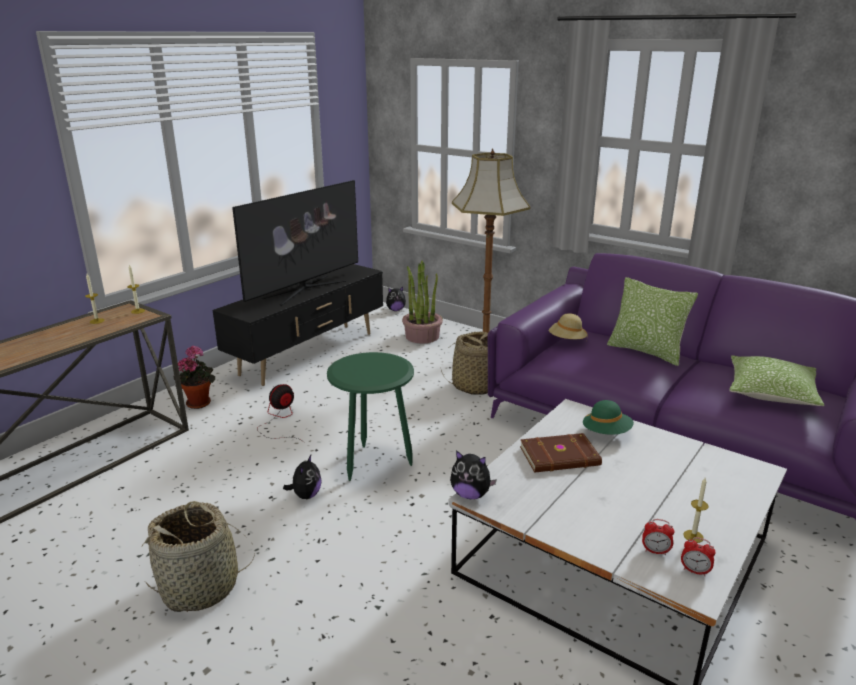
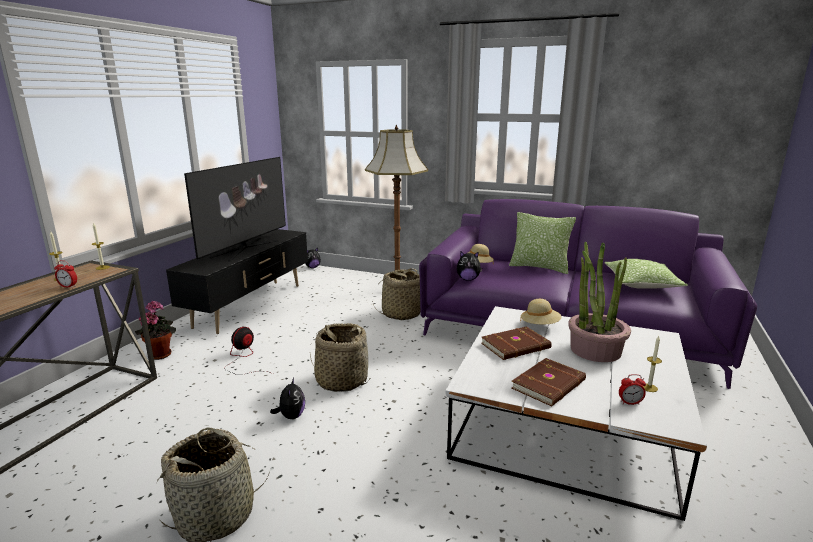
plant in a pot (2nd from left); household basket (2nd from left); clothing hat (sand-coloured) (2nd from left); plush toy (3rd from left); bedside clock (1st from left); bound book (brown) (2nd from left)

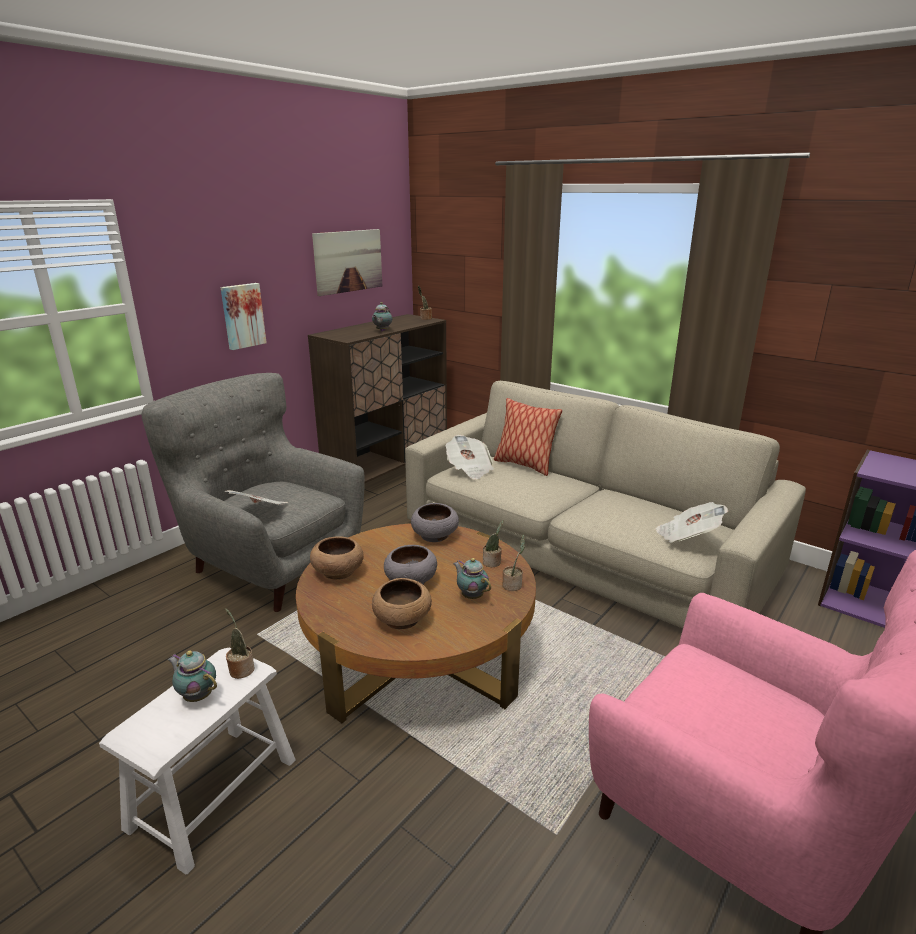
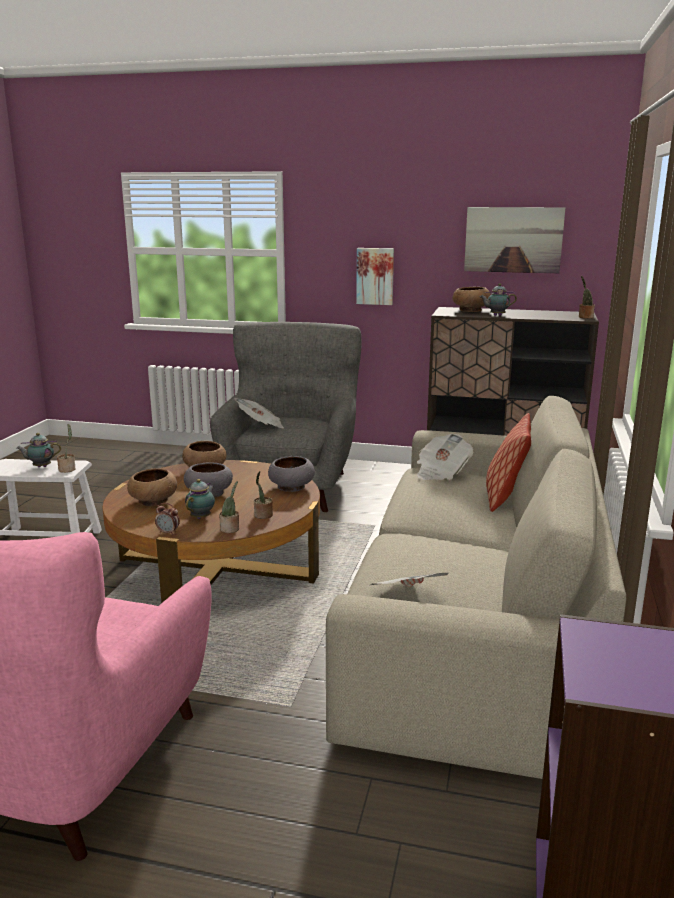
tea pot (1st from left); bowl (brown) (3rd from left); bedside clock

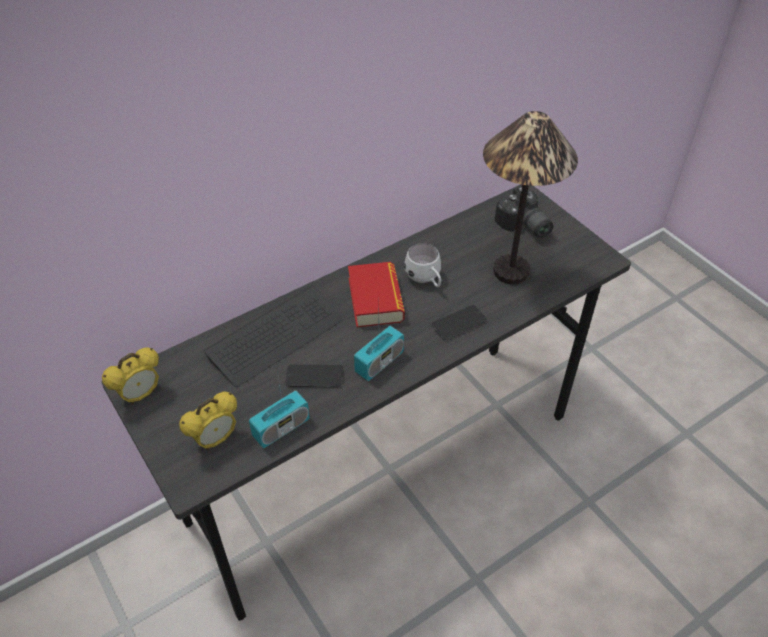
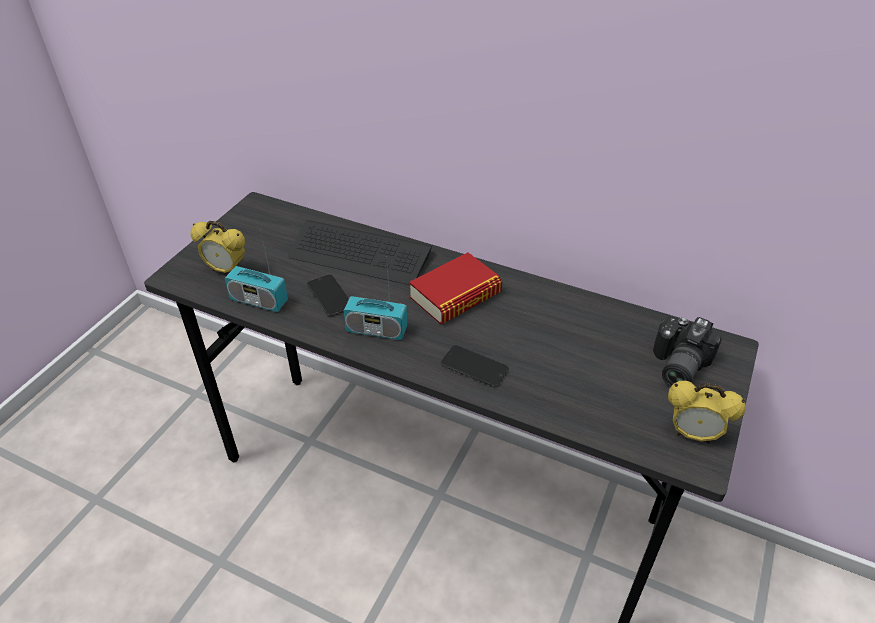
table lamp; tea mug (white); bedside clock (2nd from left)

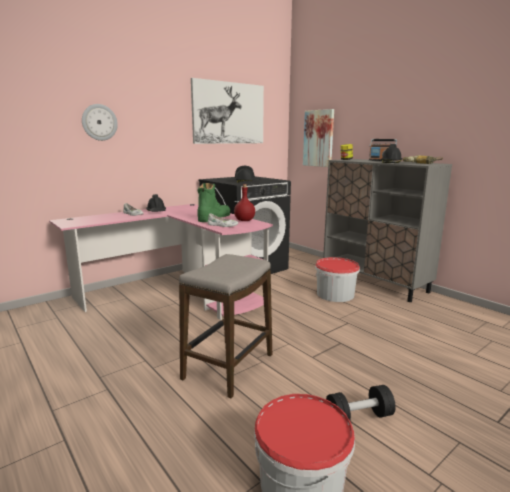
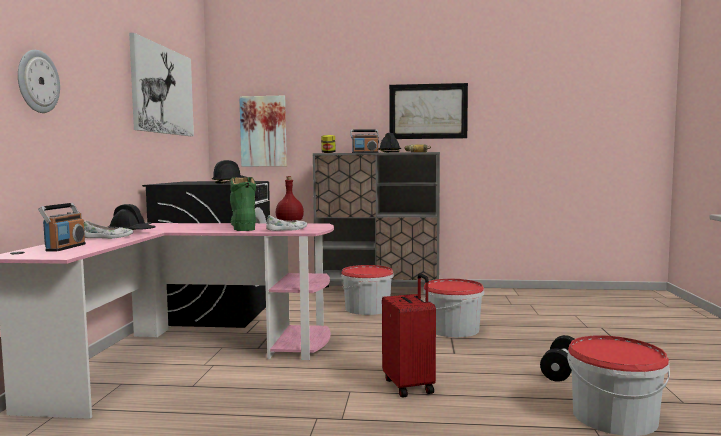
piece of luggage (reddish); picture (3rd from left); radio receiver (1st from left); water bucket (2nd from left)

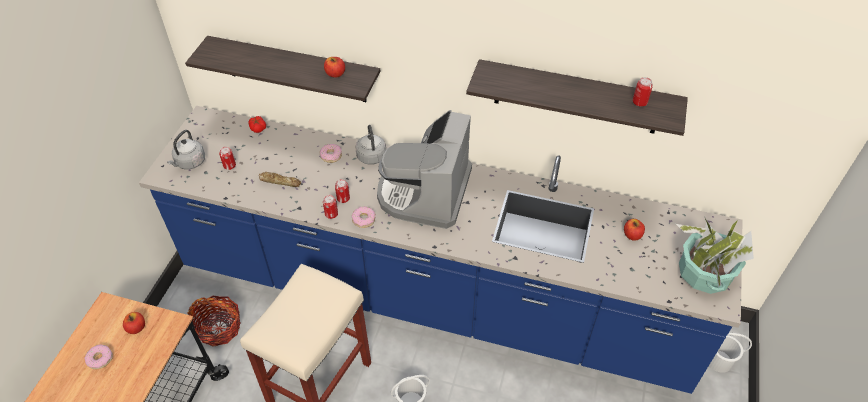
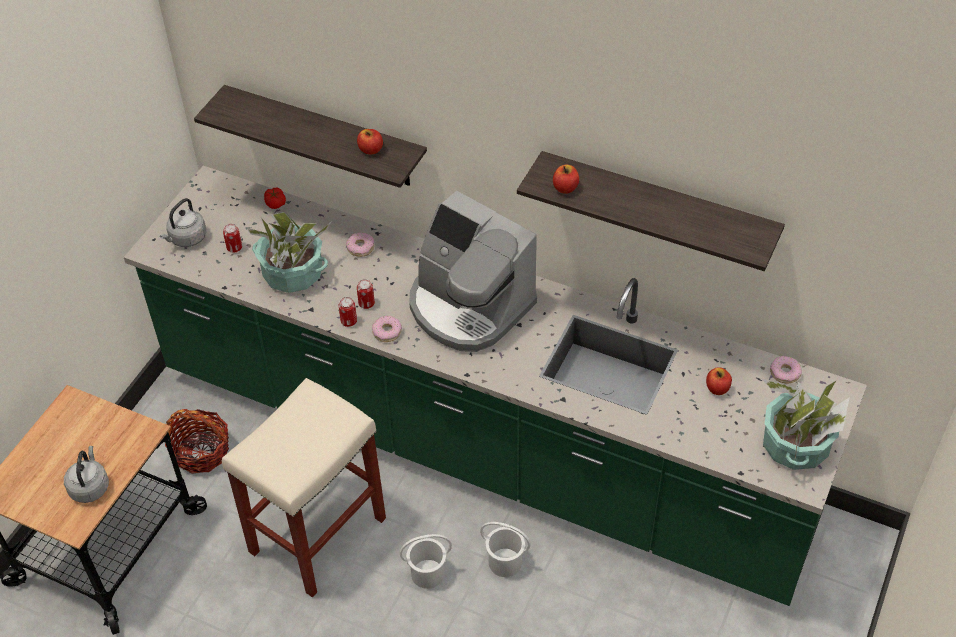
sealed can (4th from left in the first image); counter (greenish); coffee maker; kettle (greyish) (1st from left); plant in a pot (1st from left); apple fruit (2nd from left); water bucket (white) (2nd from left); donut (3rd from left)

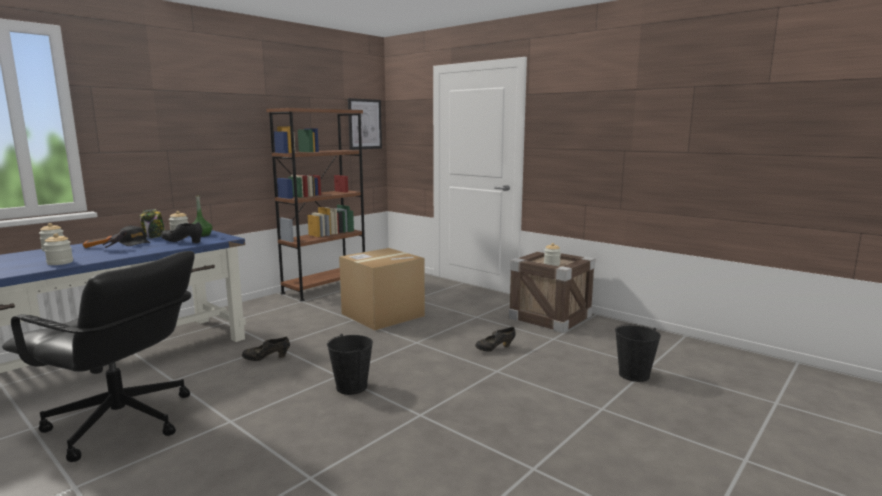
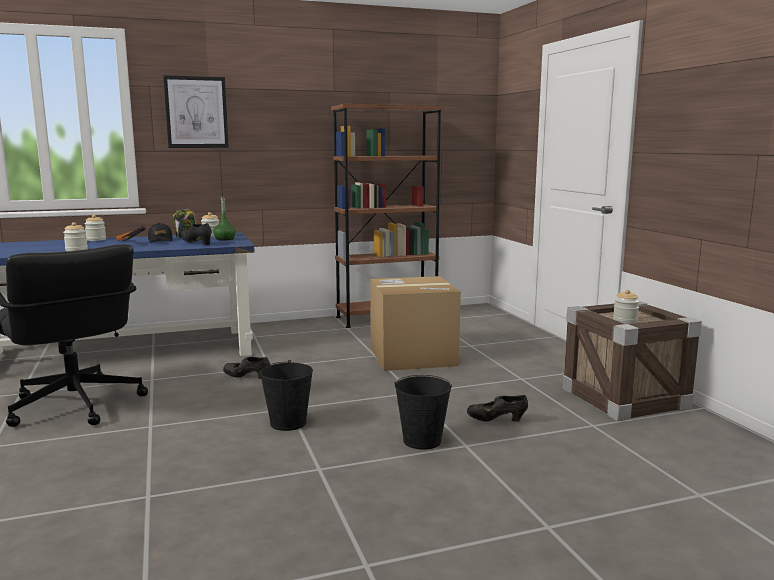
picture; water bucket (black) (2nd from left)

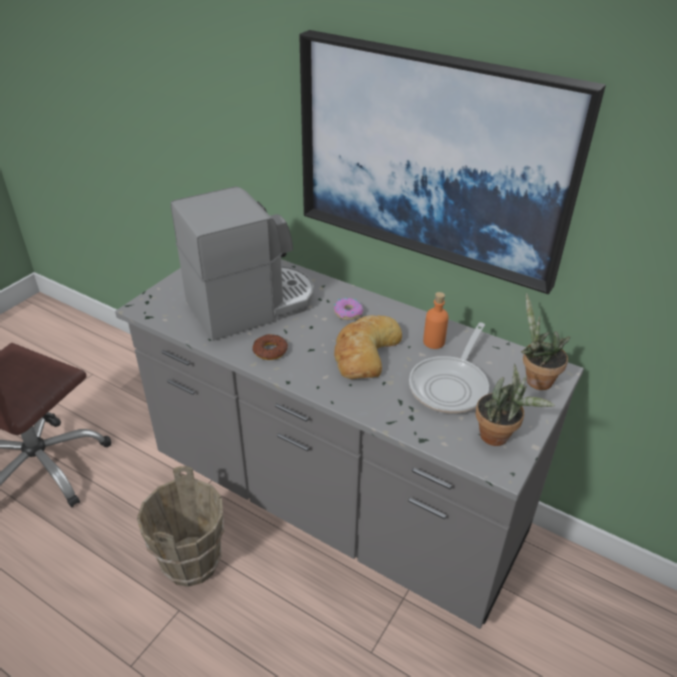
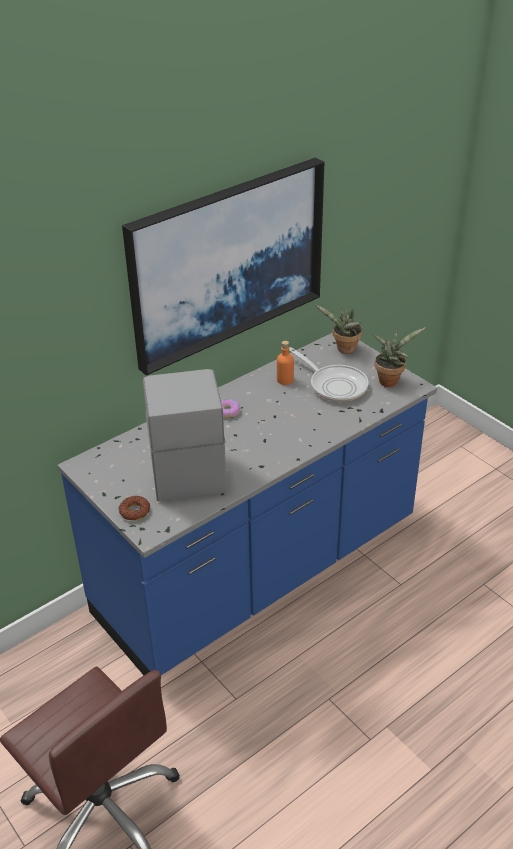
counter (blue); bakery bread; donut (1st from left); water bucket (brown)

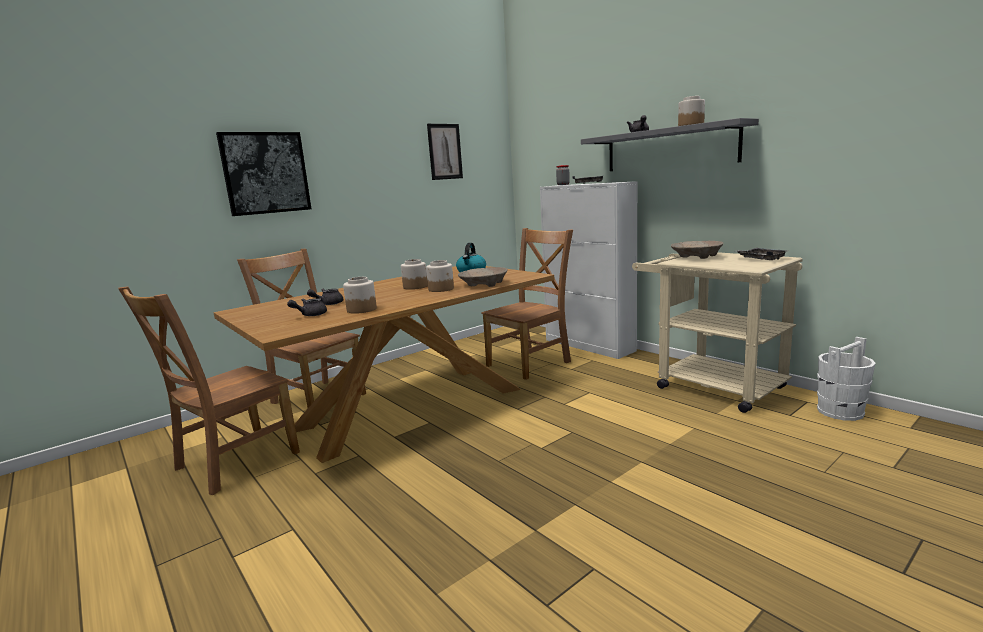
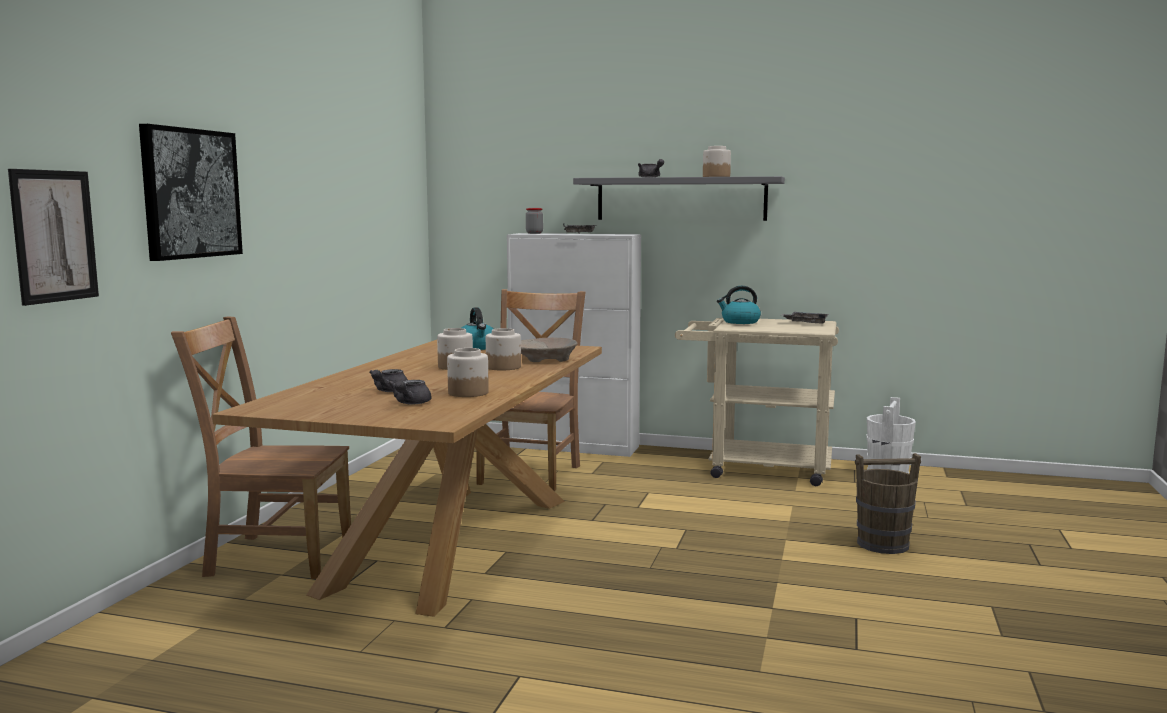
picture (1st from left); kettle (2nd from left); upright chair (brown) (1st from left in the first image); water bucket (brown)

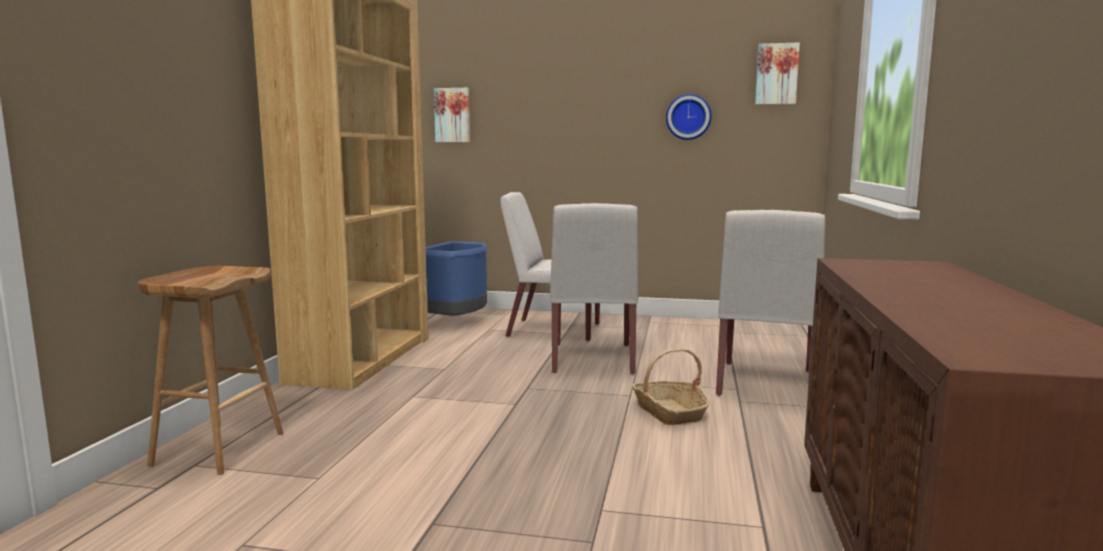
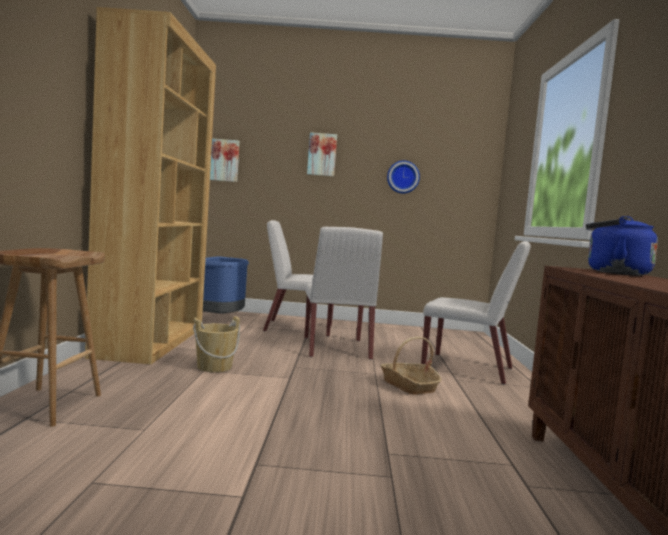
picture (2nd from left); upright chair (white) (3rd from left); kettle (blue); water bucket (sand-coloured)

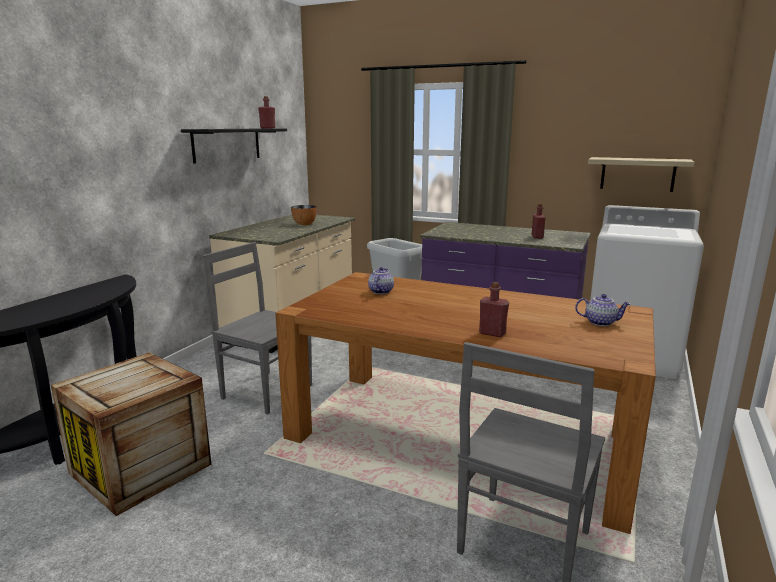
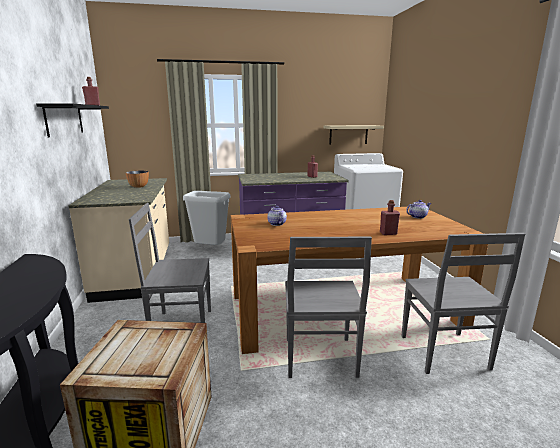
upright chair (greyish) (2nd from left)

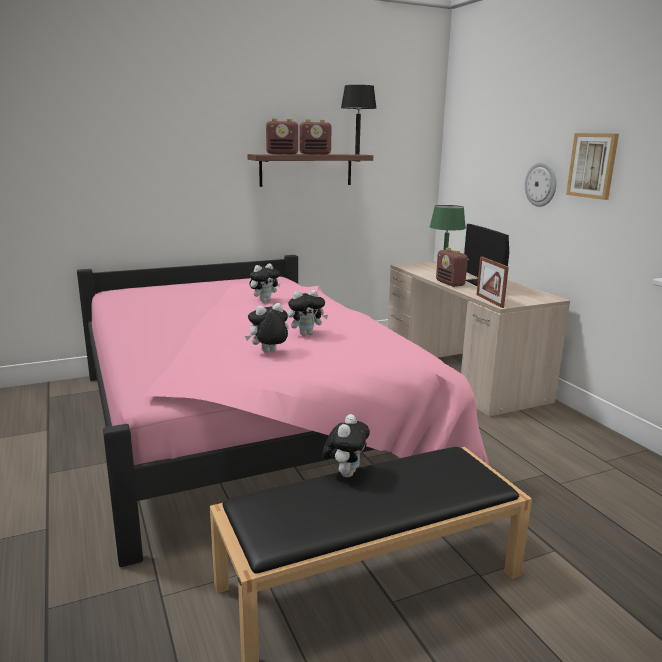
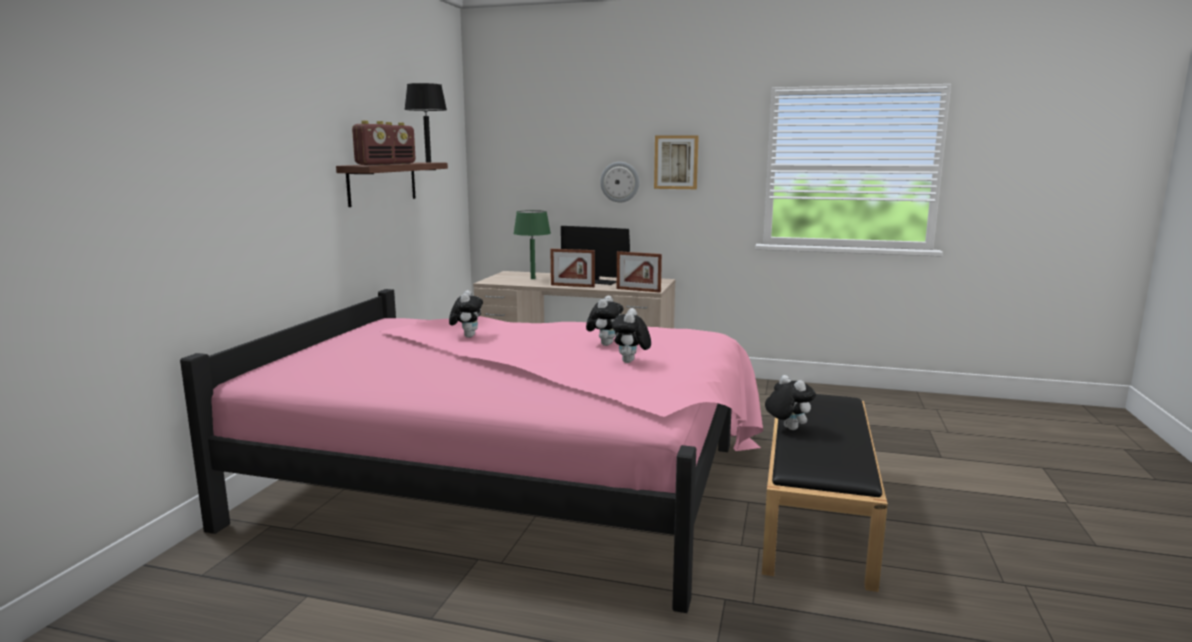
standing frame (1st from left)

